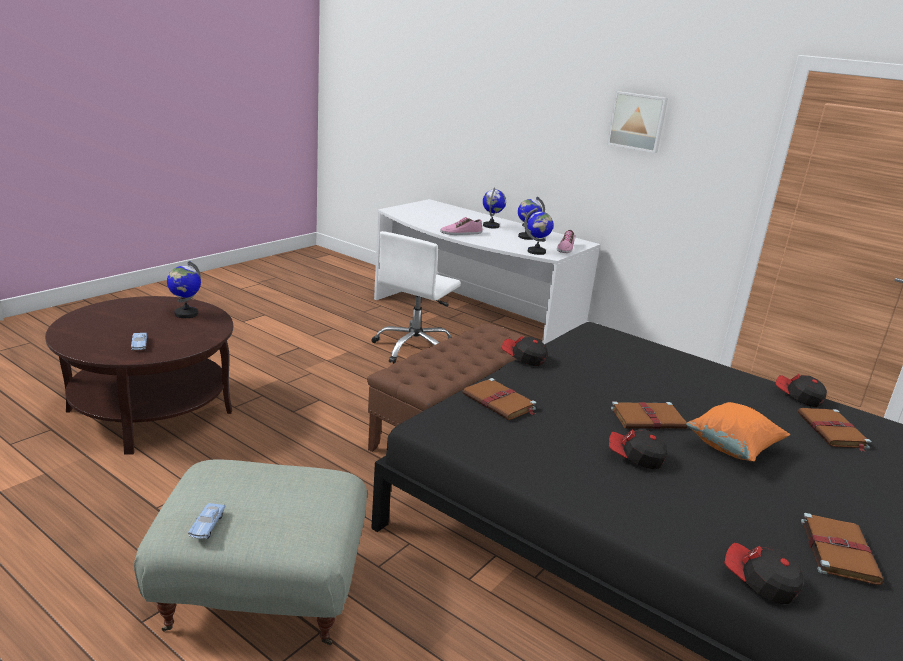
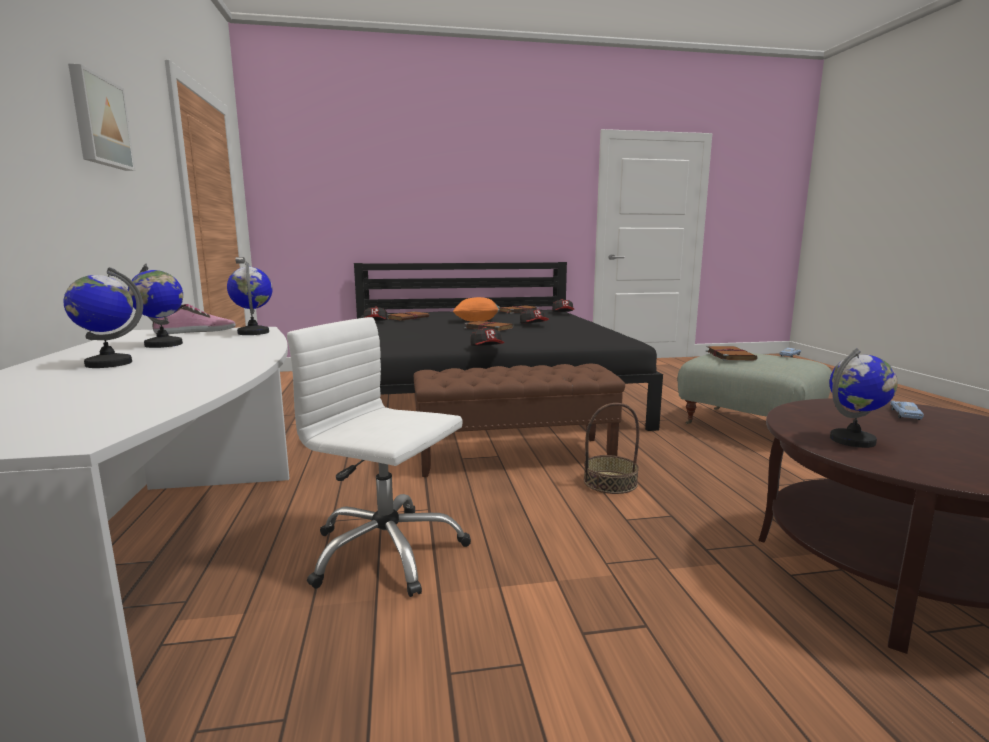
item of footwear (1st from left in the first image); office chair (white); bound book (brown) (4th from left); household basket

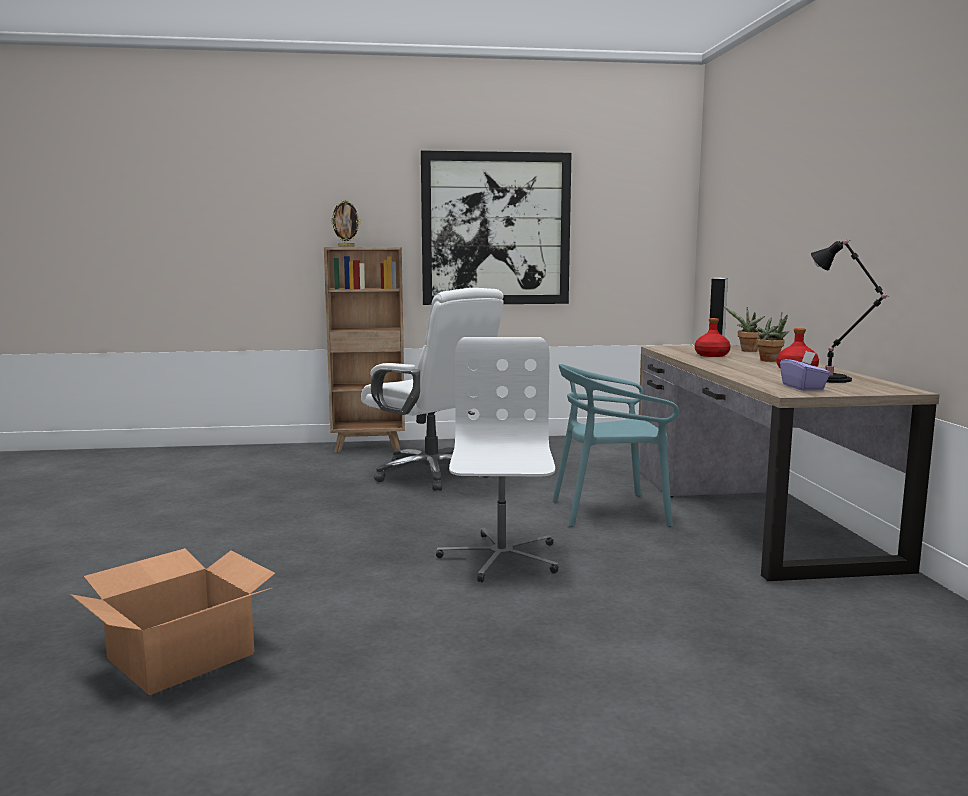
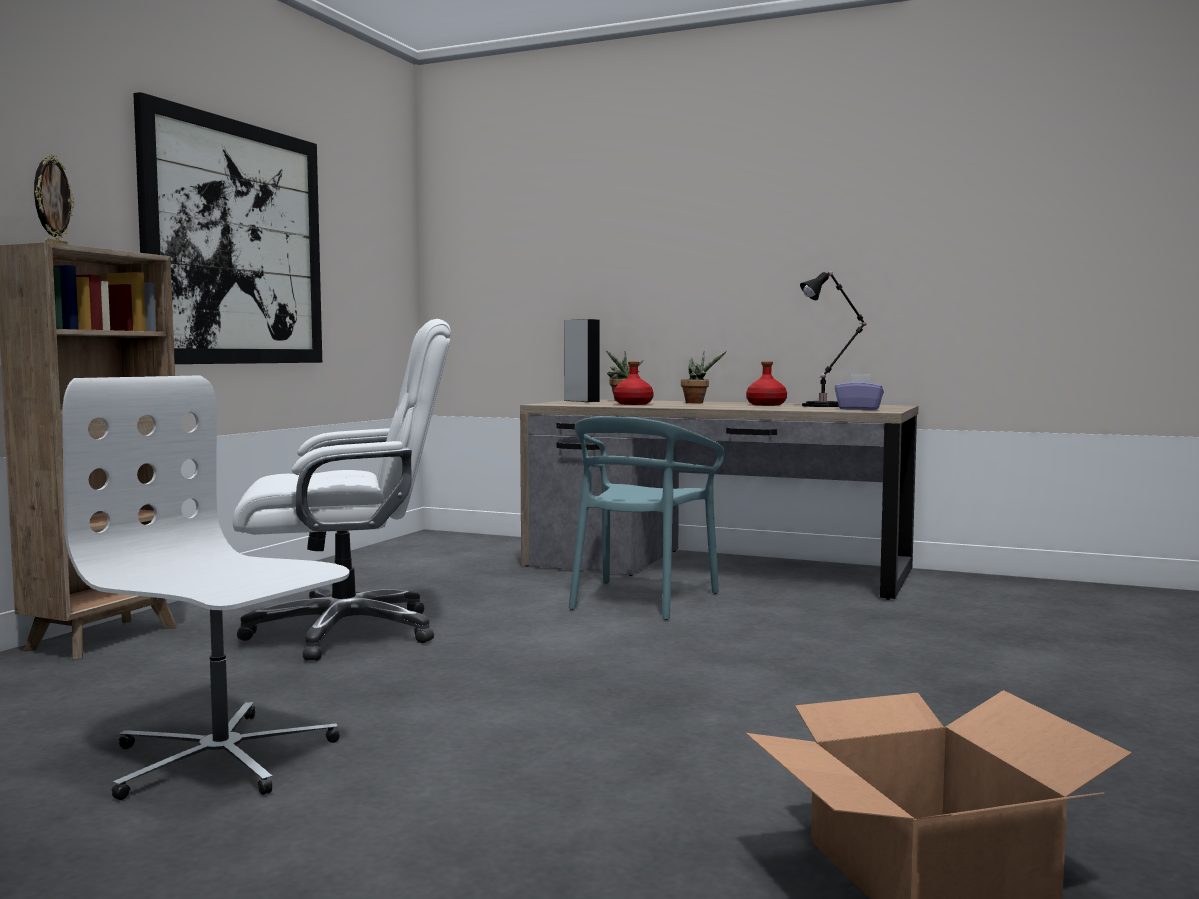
office chair (white) (1st from left)

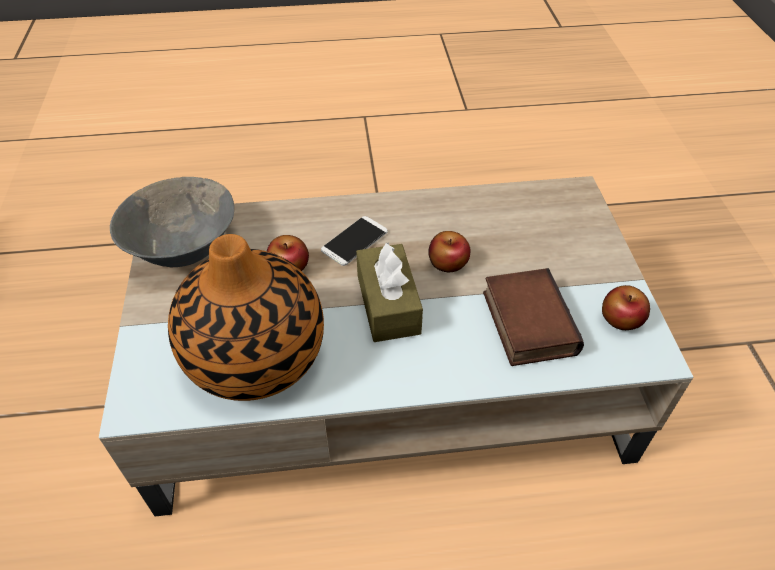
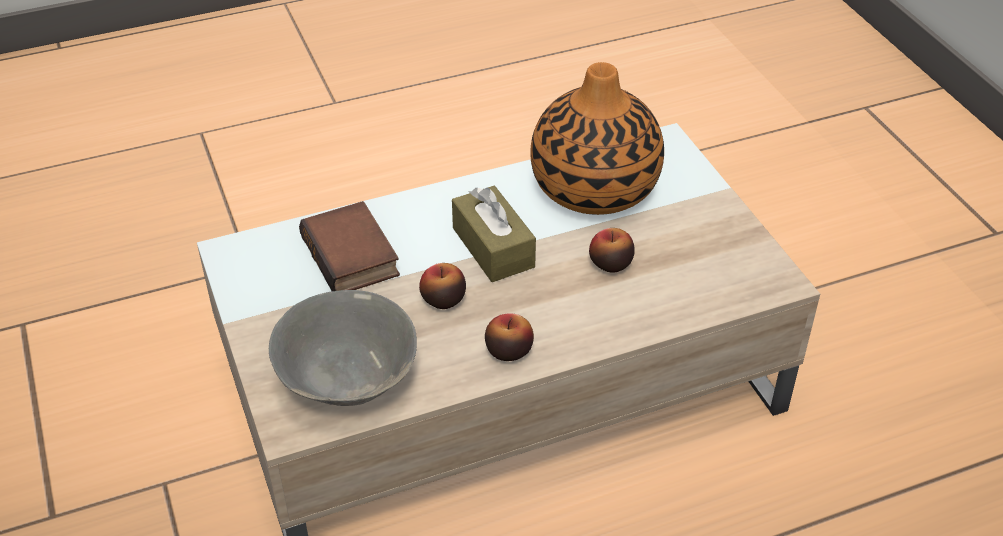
bowl (greyish); telephone; apple fruit (2nd from left)

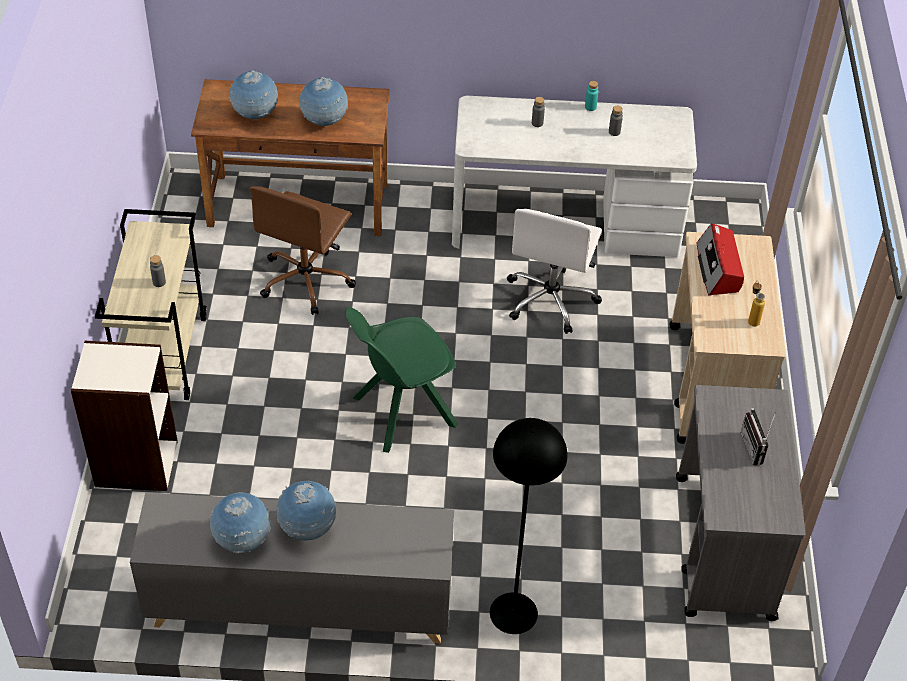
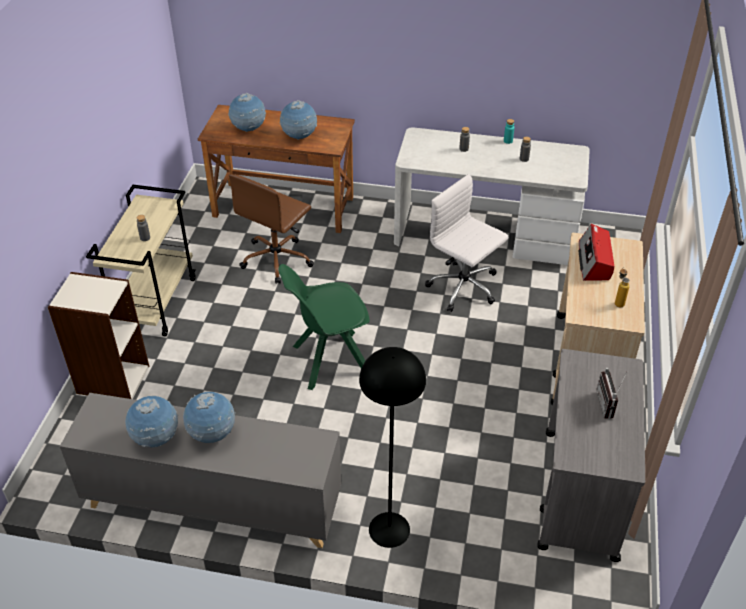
office chair (white)

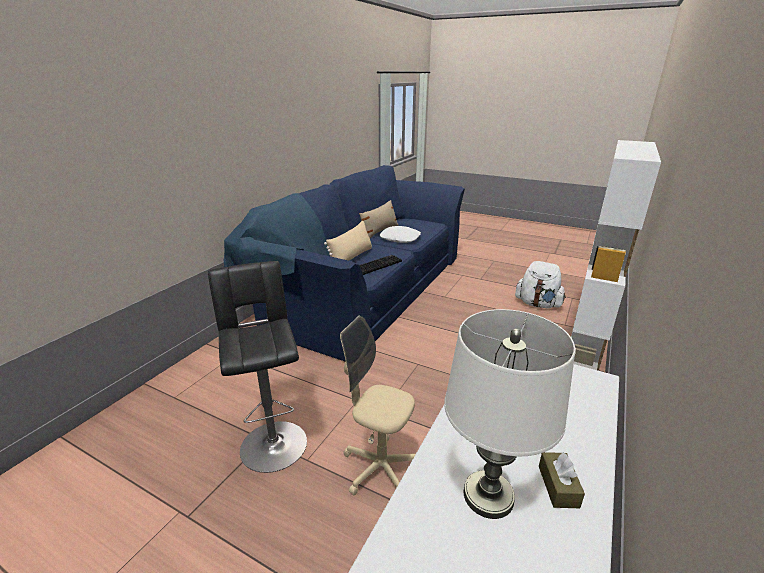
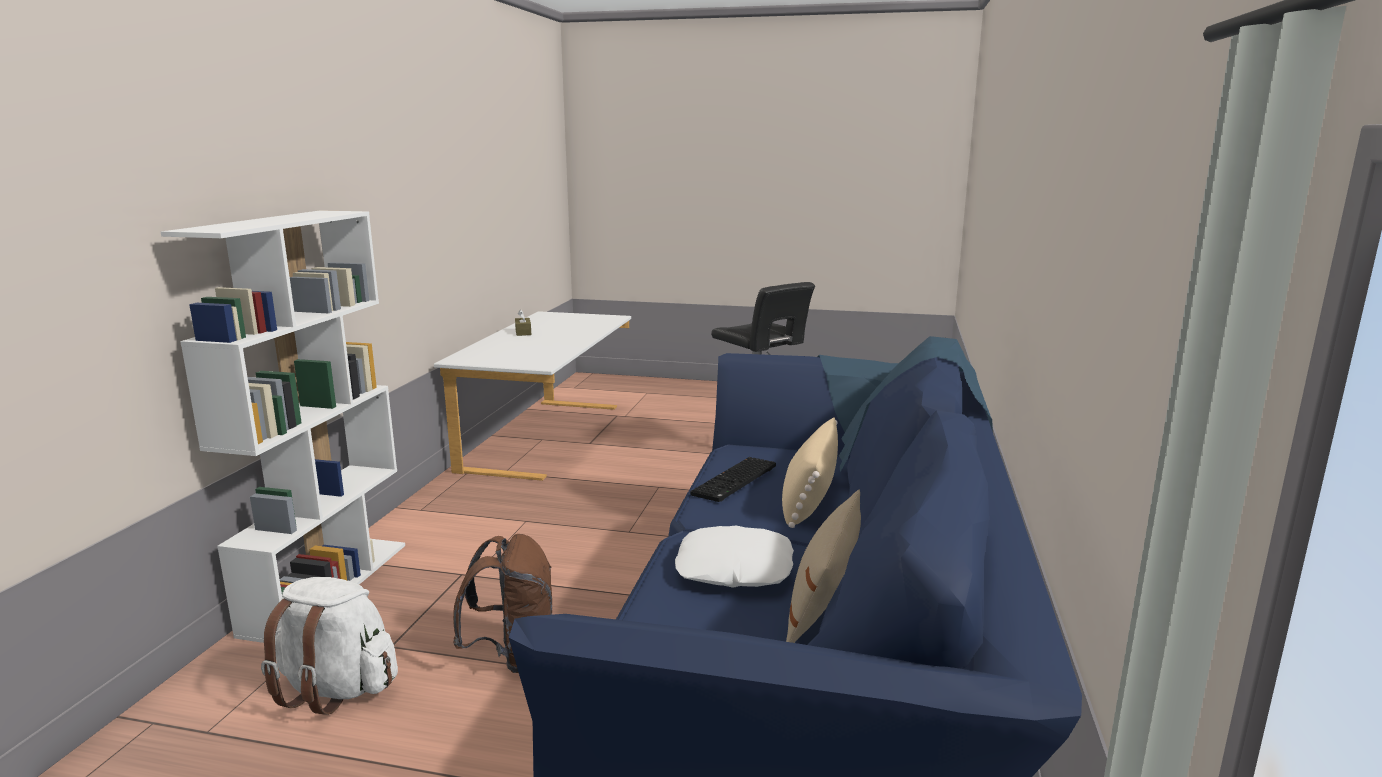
table lamp (white); office chair (sand-coloured); knapsack (brown)

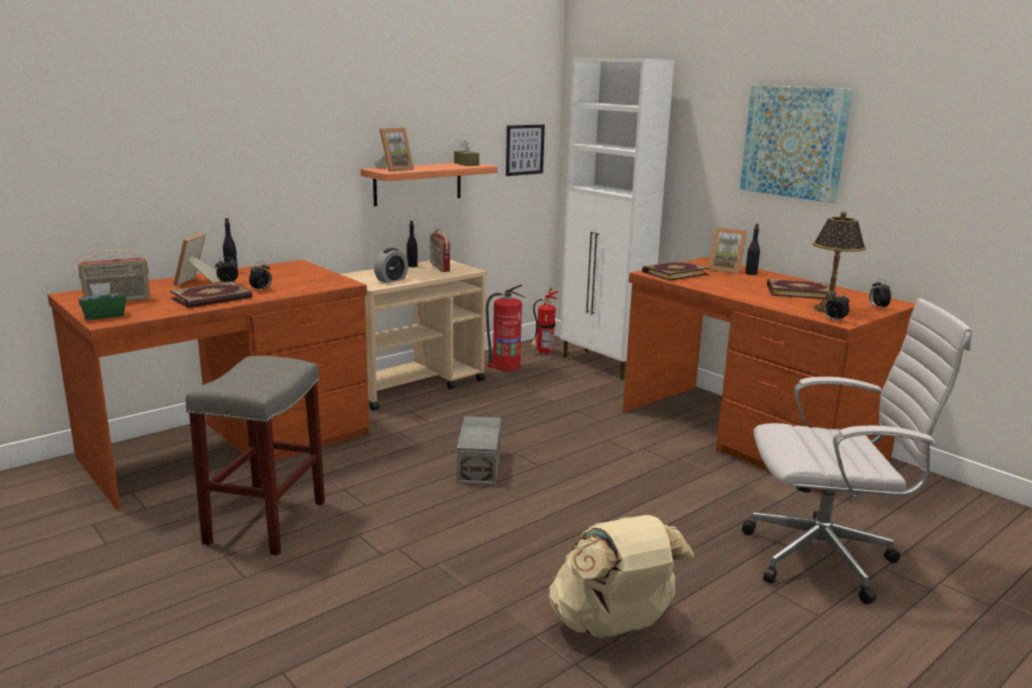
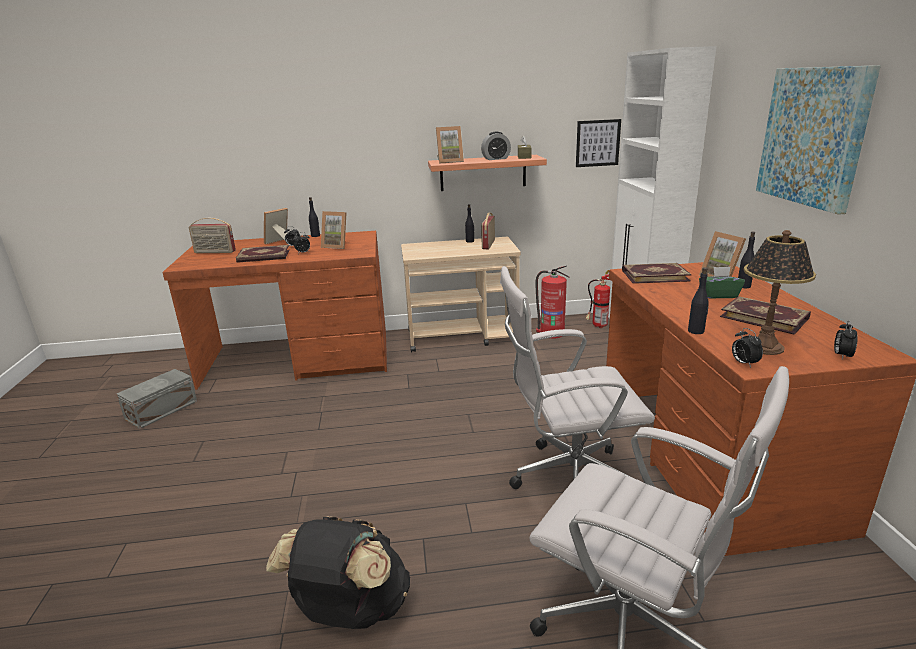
bedside clock (3rd from left); tissue holder (greenish); stool seat (greyish); storage bin (greyish); knapsack (black); standing frame (2nd from left); office chair (white) (1st from left); beverage bottle (black) (3rd from left)

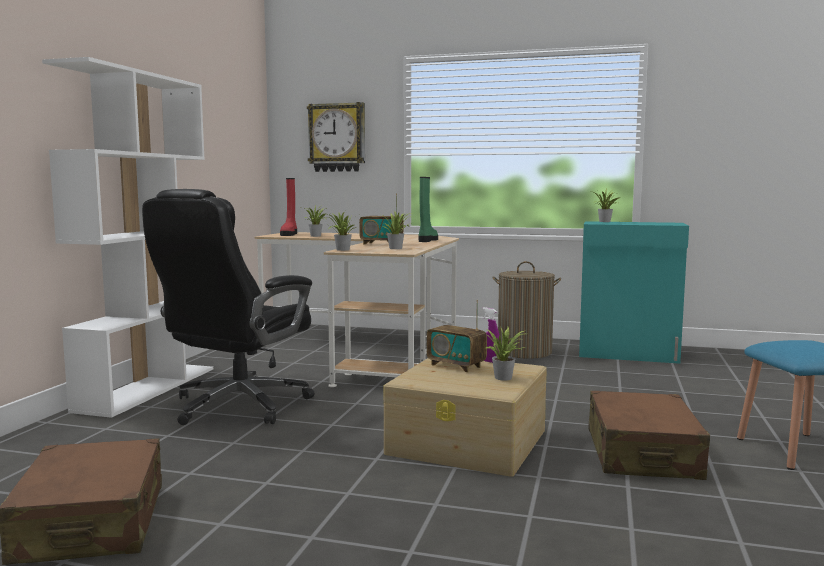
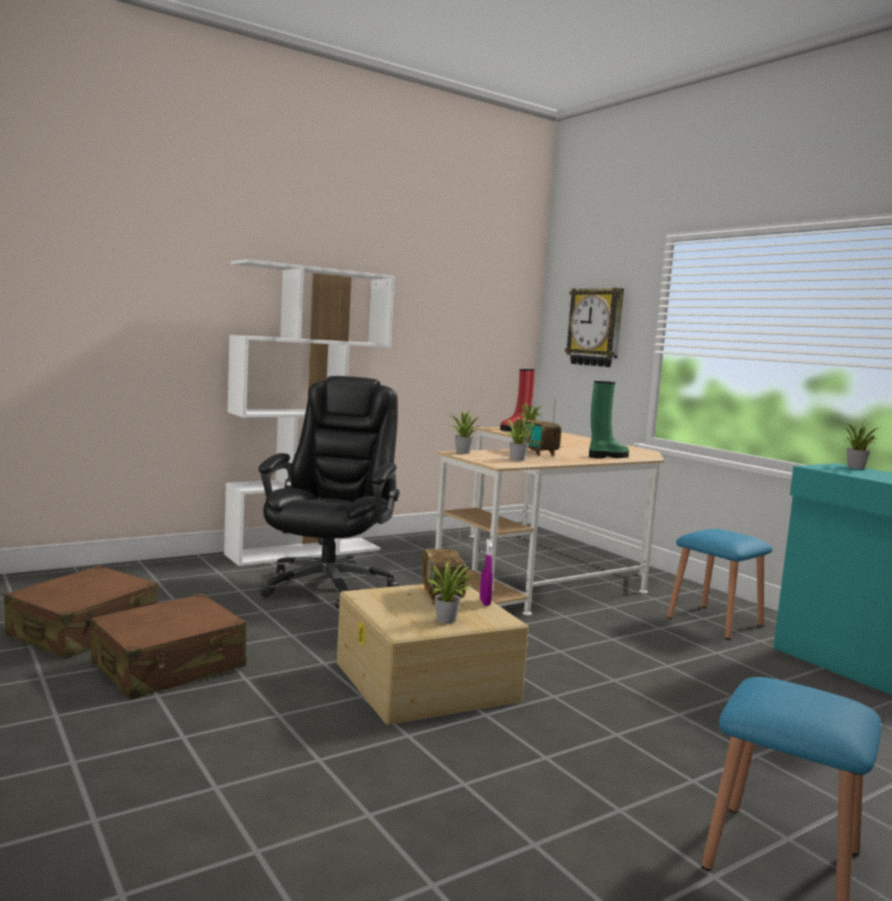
office chair (black); stool seat (blue) (1st from left); piece of luggage (brown) (2nd from left)

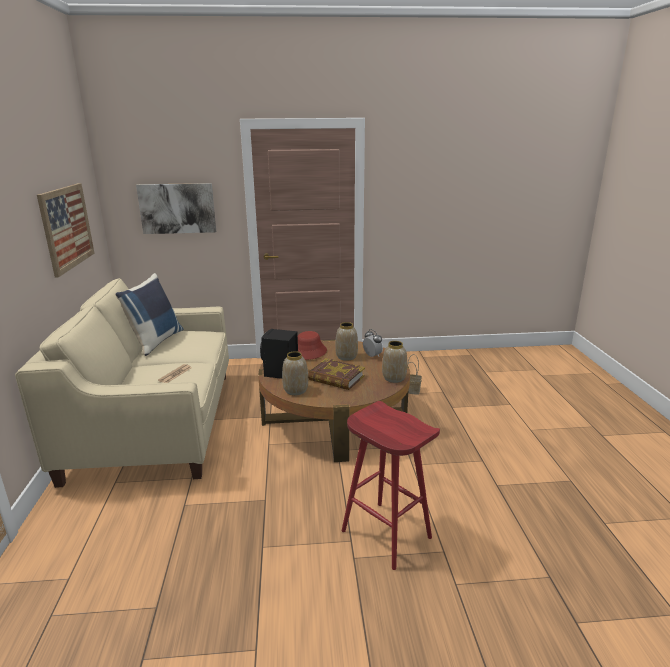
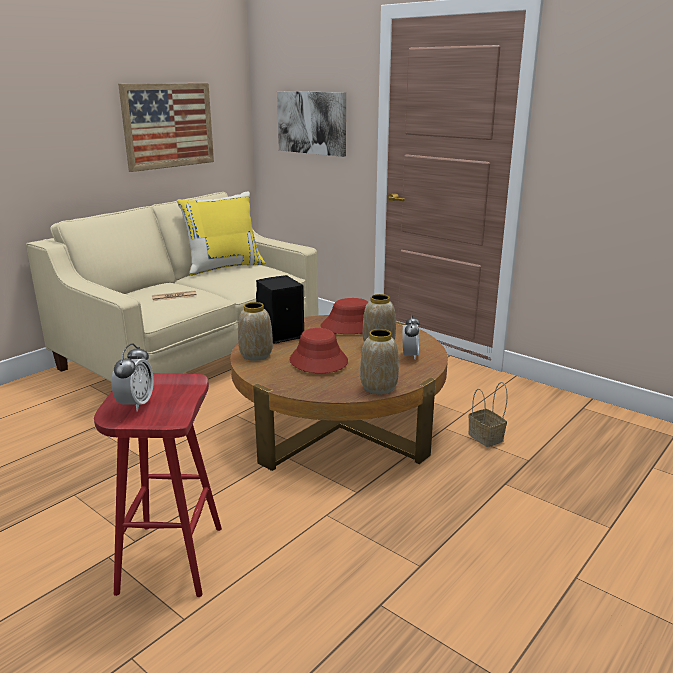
throw pillow (yellowish); clothing hat (reddish) (1st from left); bedside clock (1st from left)

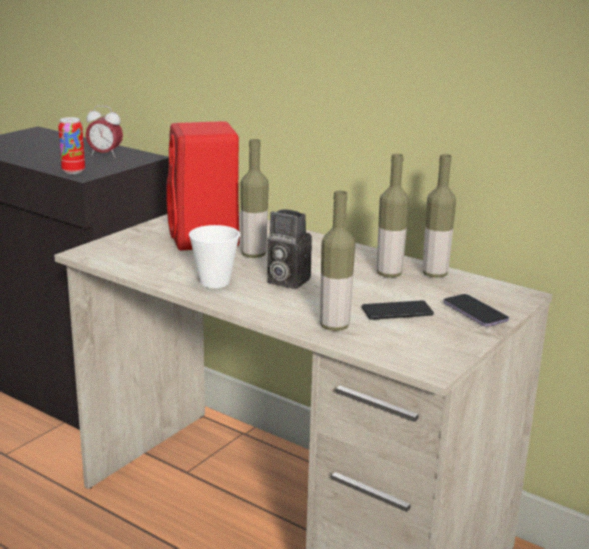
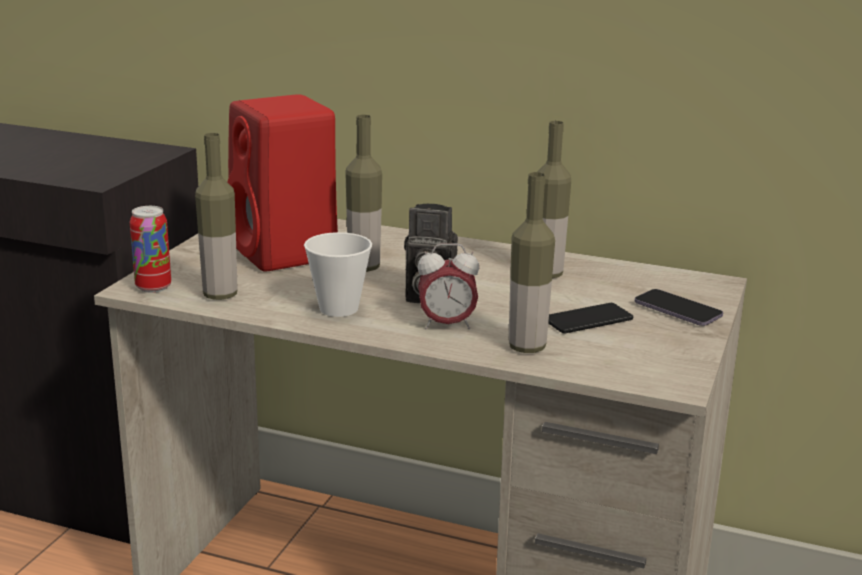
bedside clock; sealed can; beverage bottle (1st from left)

